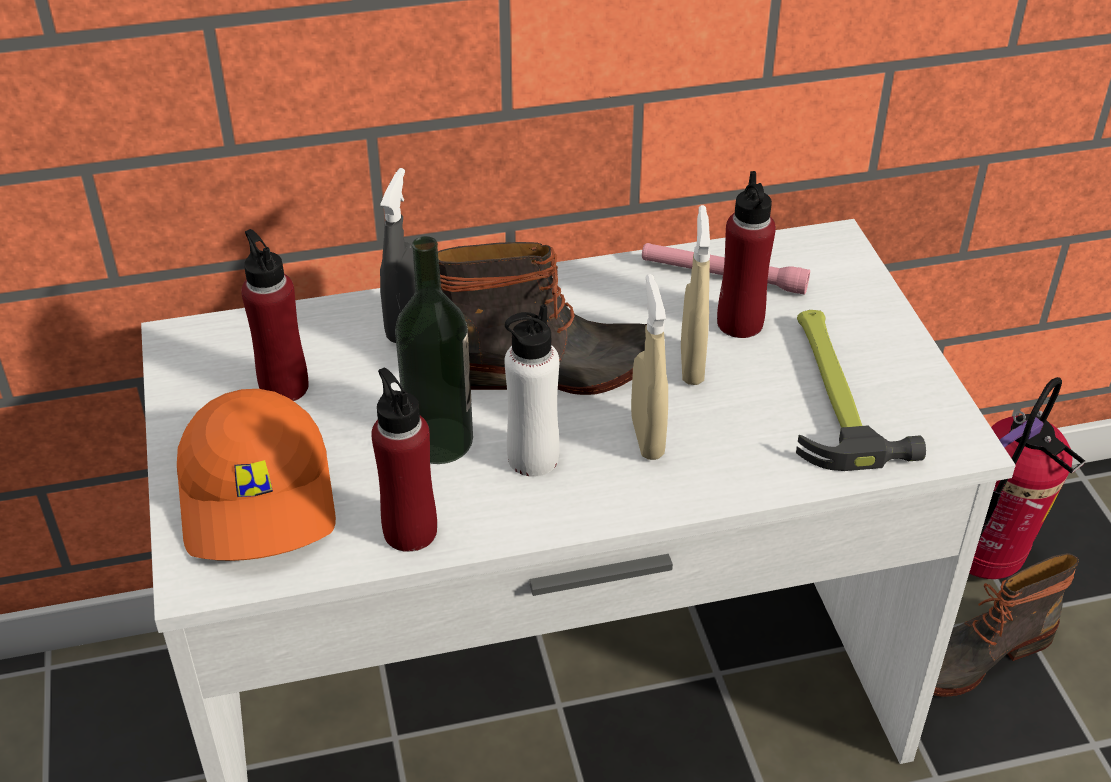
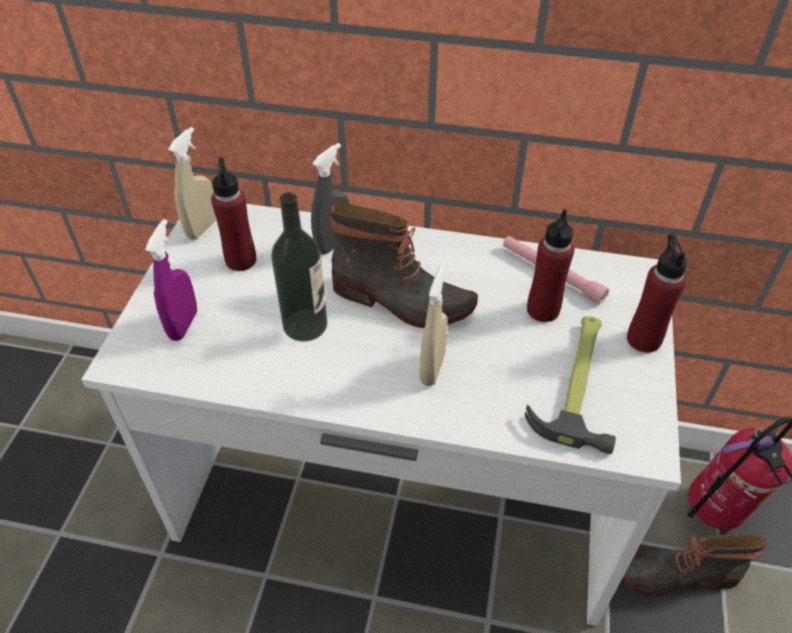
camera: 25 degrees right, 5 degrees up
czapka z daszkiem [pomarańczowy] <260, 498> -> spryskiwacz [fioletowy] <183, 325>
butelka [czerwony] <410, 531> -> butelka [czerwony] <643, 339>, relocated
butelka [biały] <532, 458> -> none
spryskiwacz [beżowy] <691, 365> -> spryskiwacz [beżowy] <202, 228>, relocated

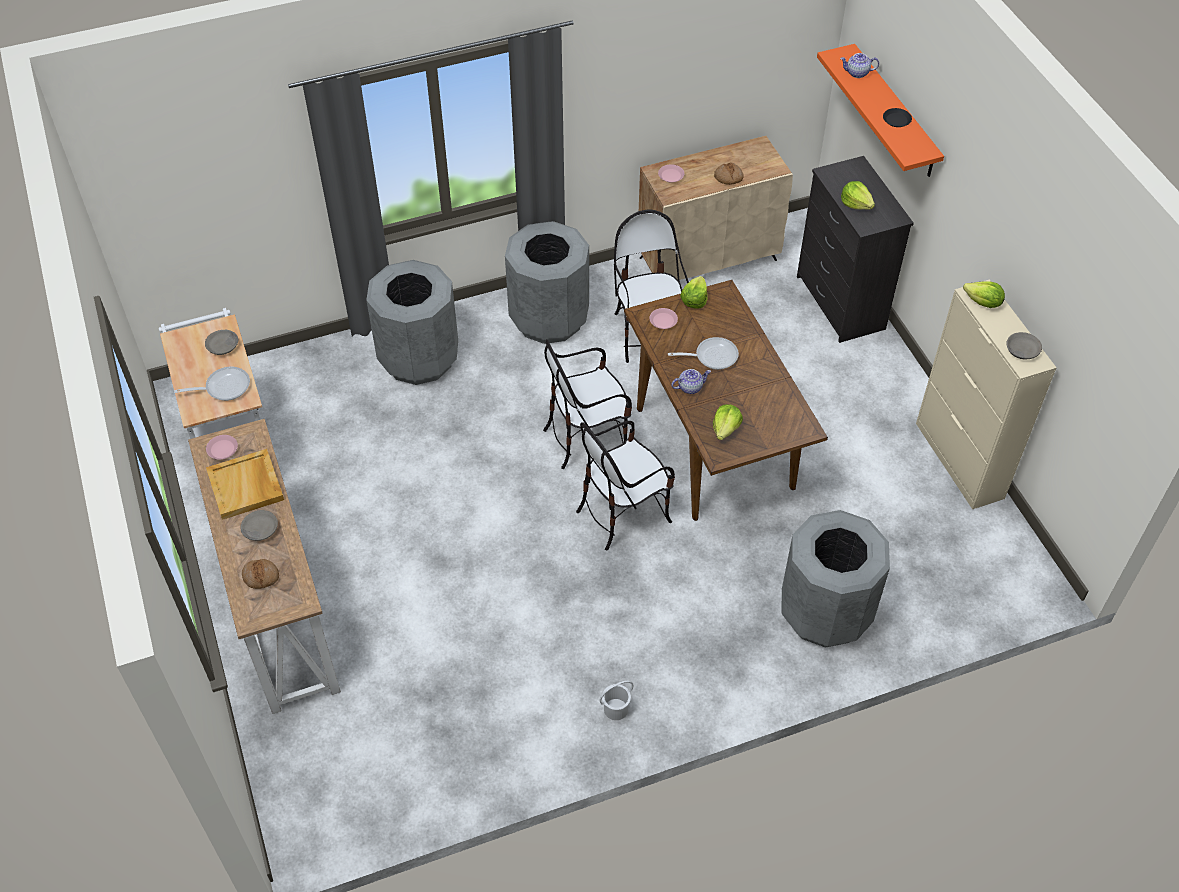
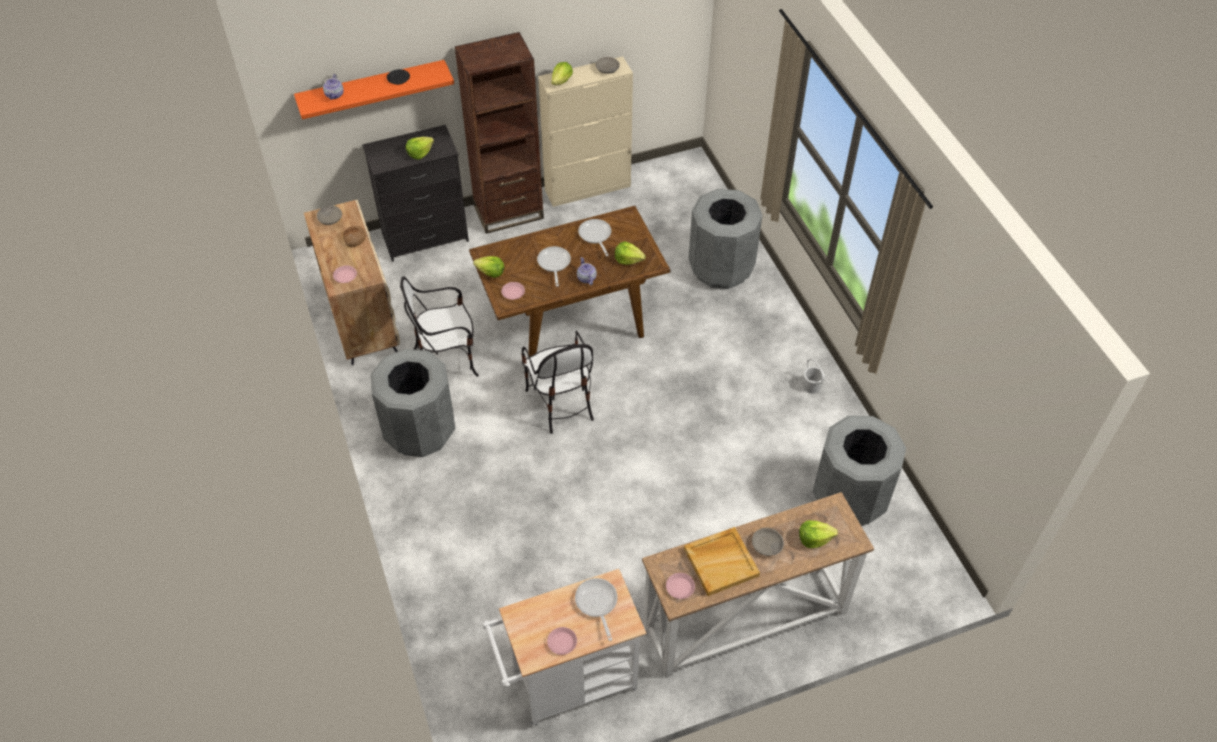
camera: 90 degrees left, 0 degrees up
miska [szary] <223, 346> -> miska [szary] <330, 218>, relocated
chleb <261, 576> -> sałata <814, 538>
kosz na śmieci [szary] <419, 358> -> kosz na śmieci [szary] <849, 498>, relocated
krzesło <623, 513> -> none
none -> regał [brązowy] <508, 212>
none -> talerz [różowy] <562, 642>
none -> patelnia <595, 236>

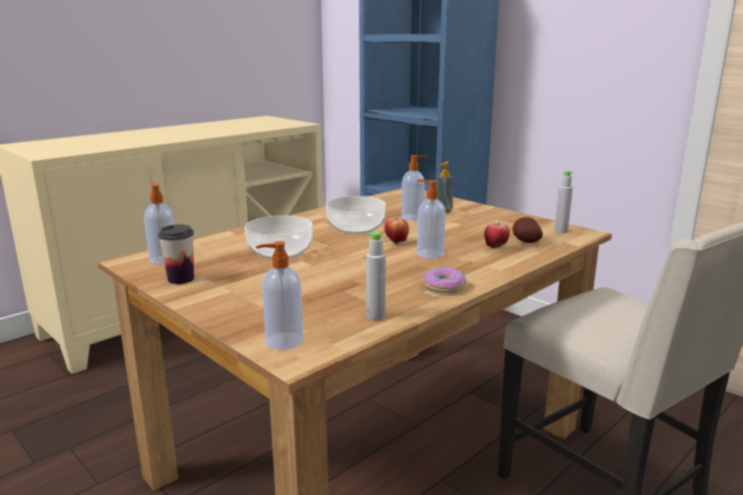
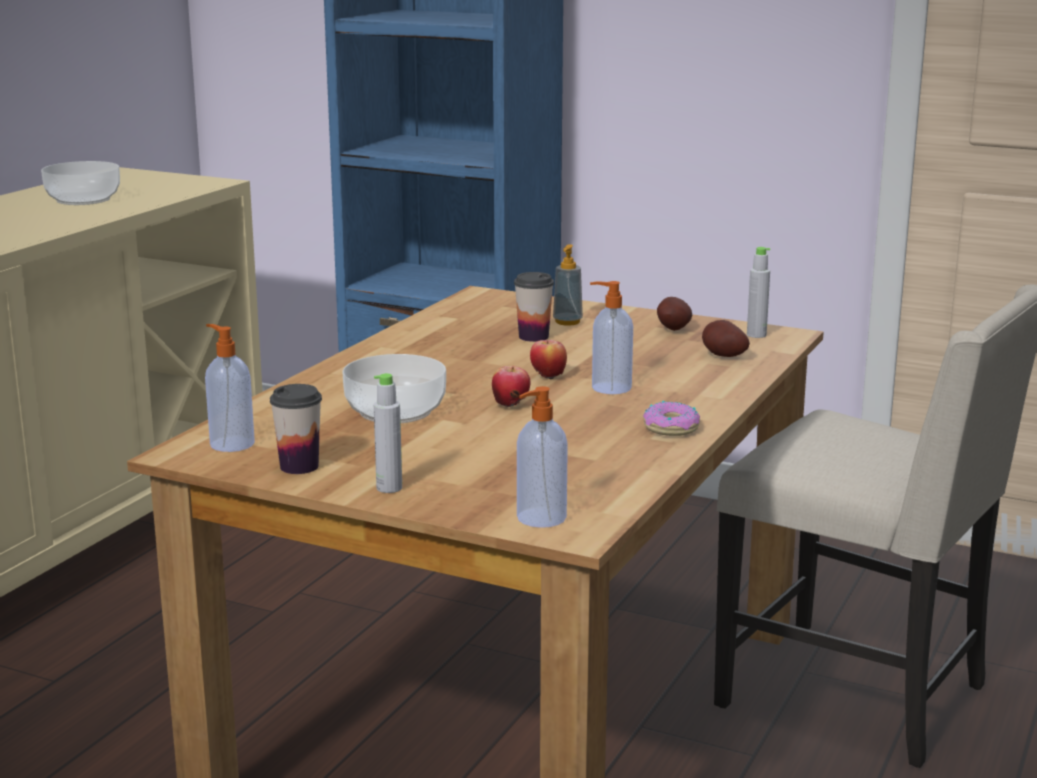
camera: 20 degrees left, 0 degrees up
miska <355, 228> -> miska <82, 199>, relocated
butelka [szary] <375, 316> -> butelka [szary] <389, 488>, relocated
dozownik mydła <413, 217> -> filiżanka <533, 337>
jabłko <495, 247> -> jabłko <511, 405>, relocated
none -> ziemniak <674, 329>

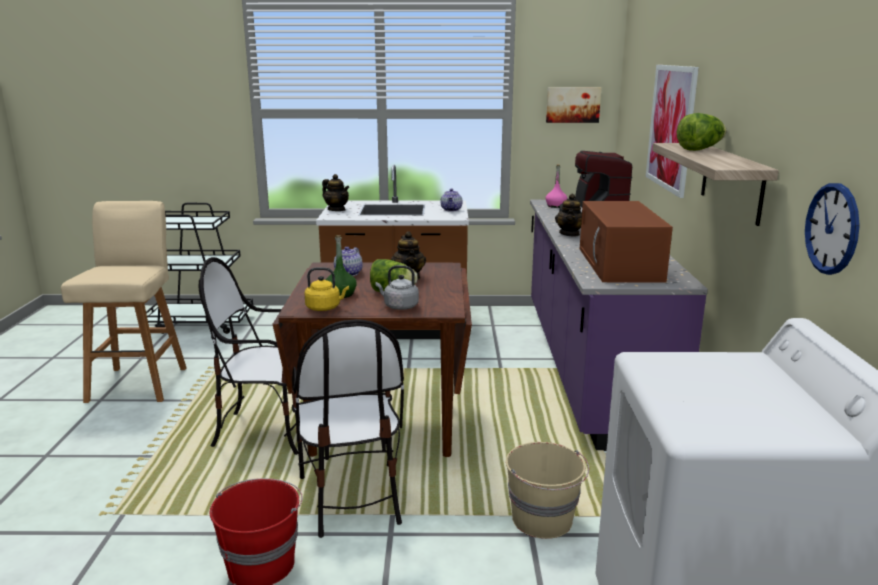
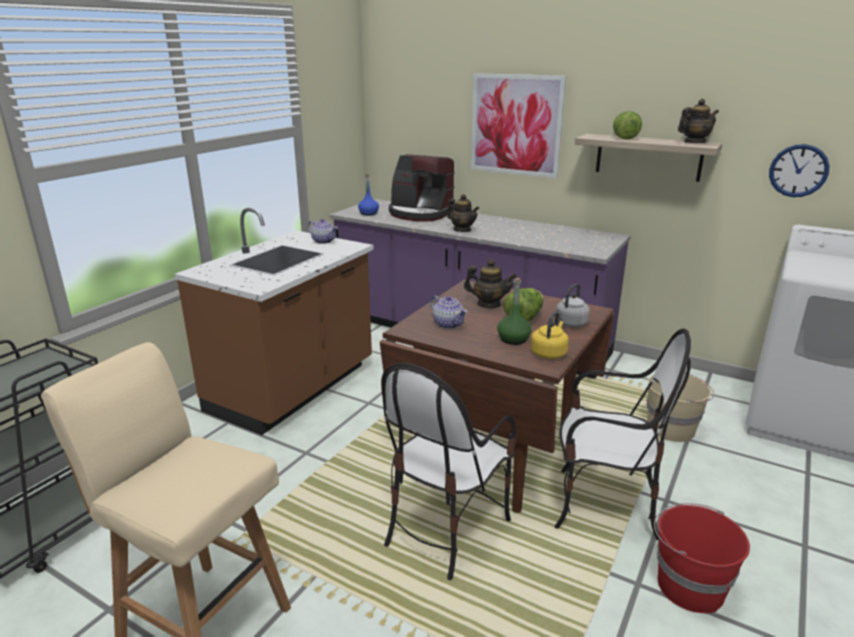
camera: 60 degrees left, 5 degrees up
imbryk <336, 210> -> imbryk <694, 142>, relocated
obraz <572, 104> -> none
butelka [różowy] <556, 206> -> butelka [niebieski] <368, 213>
mikrofalówka [brązowy] <620, 265> -> none

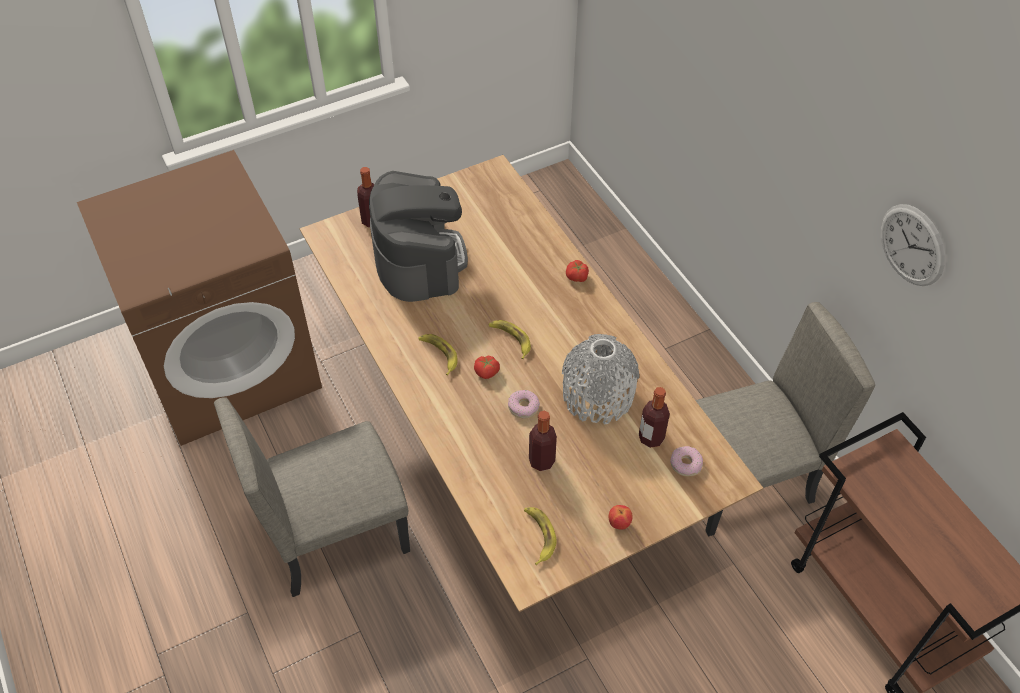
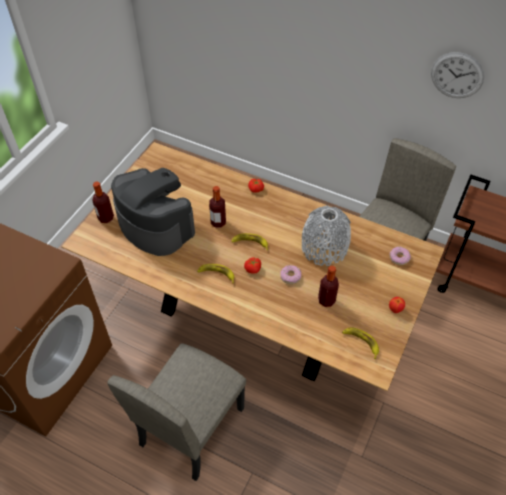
camera: 35 degrees left, 0 degrees up
butelka <651, 438> -> butelka <218, 222>, relocated

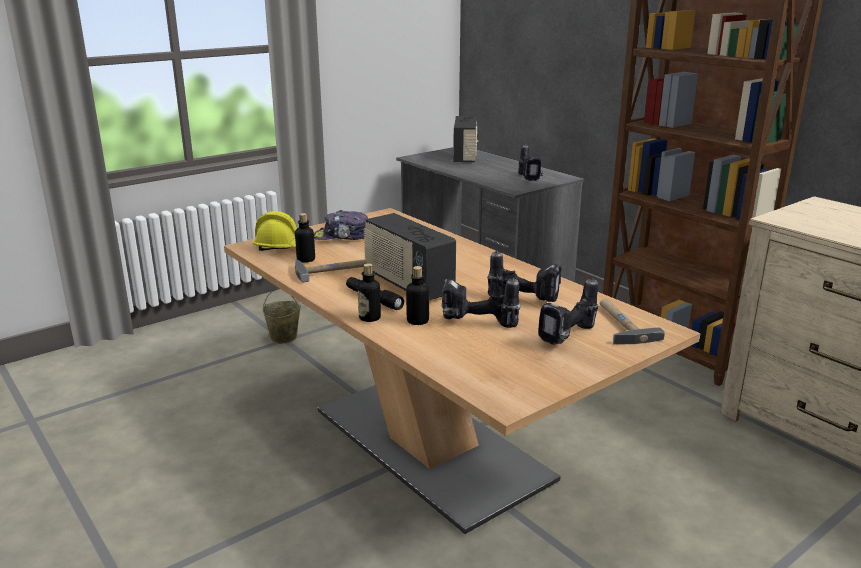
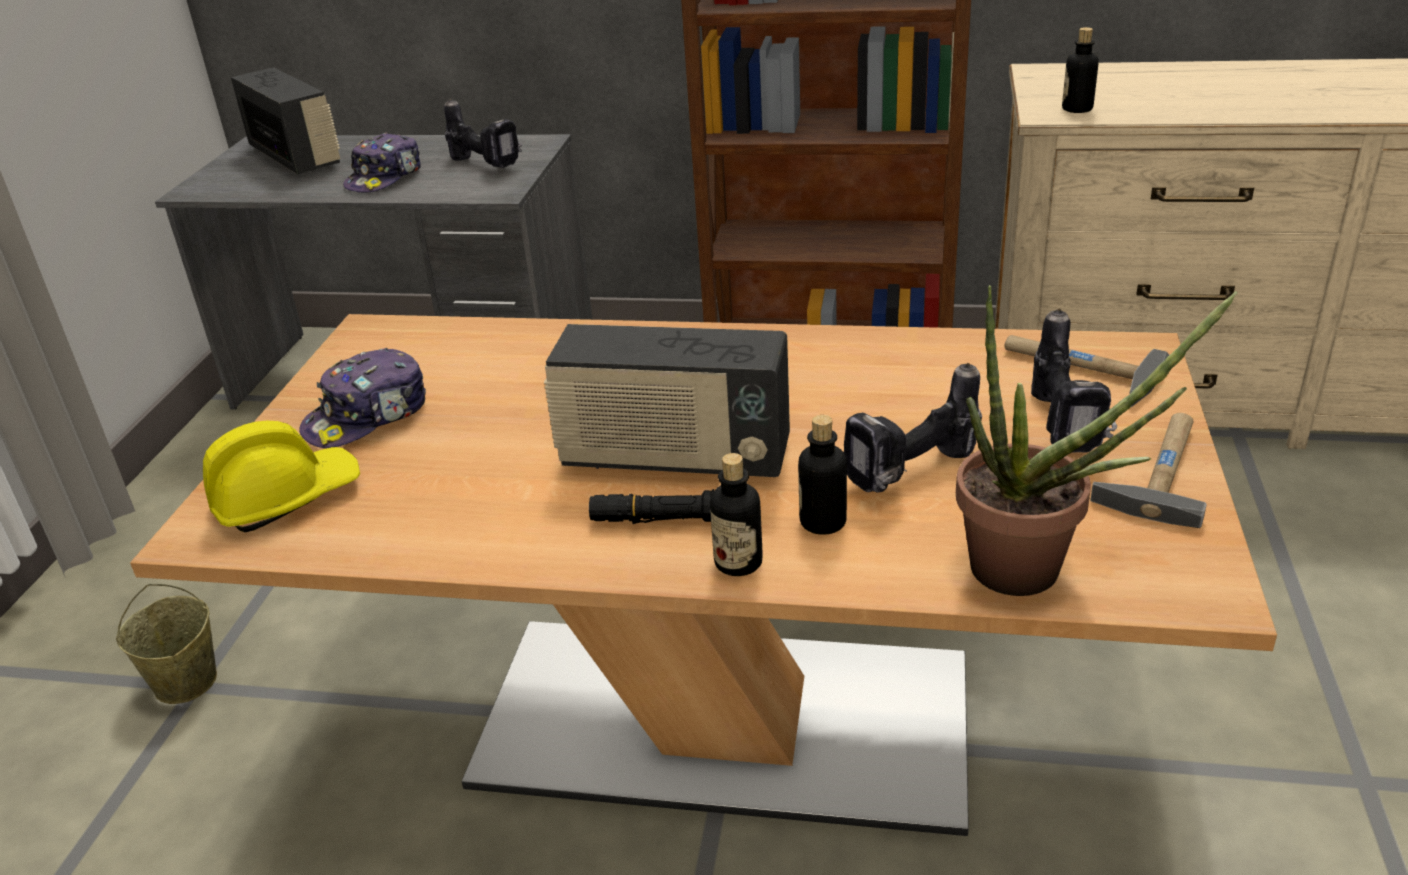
camera: 40 degrees left, 10 degrees up
butelka <306, 259> -> butelka <1077, 109>, relocated
młotek <332, 270> -> młotek <1159, 470>, relocated
wiertarka <525, 299> -> none
none -> czapka z daszkiem <385, 178>
none -> roślina doniczkowa <1035, 572>

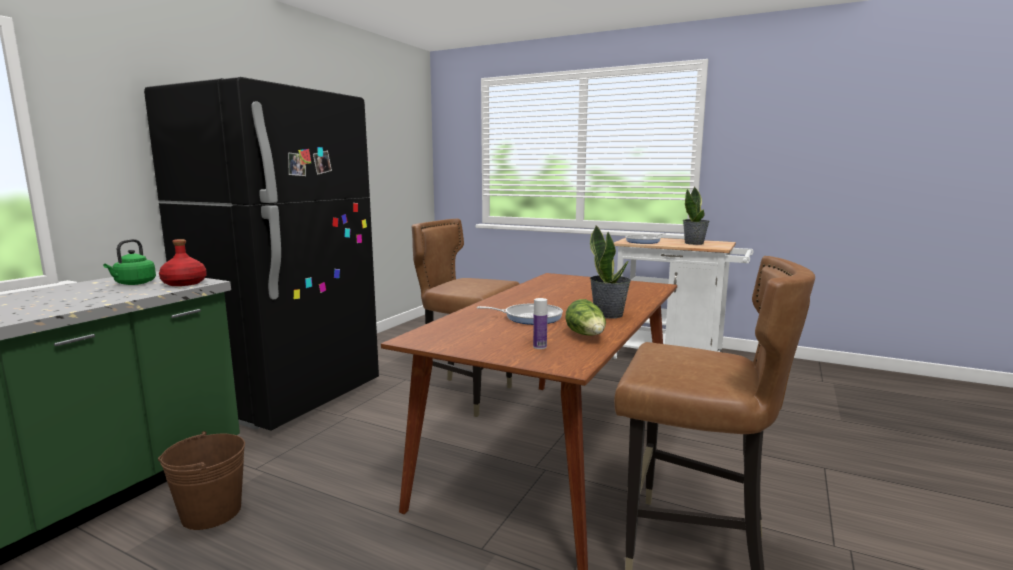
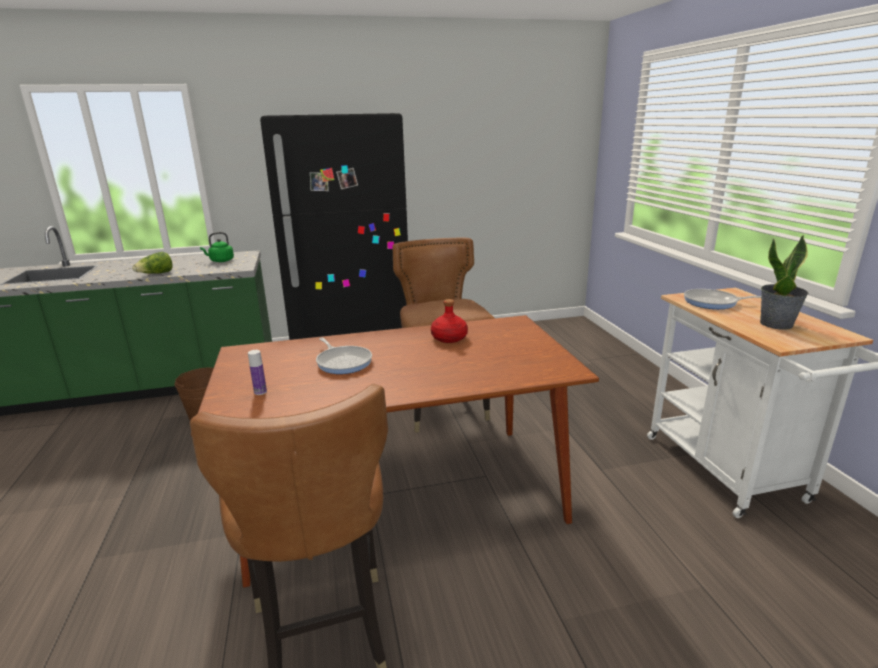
camera: 50 degrees right, 10 degrees up
butelka [czerwony] <185, 283> -> butelka [czerwony] <449, 338>, relocated
sałata <587, 336> -> sałata <156, 274>, relocated
roślina doniczkowa <608, 314> -> none

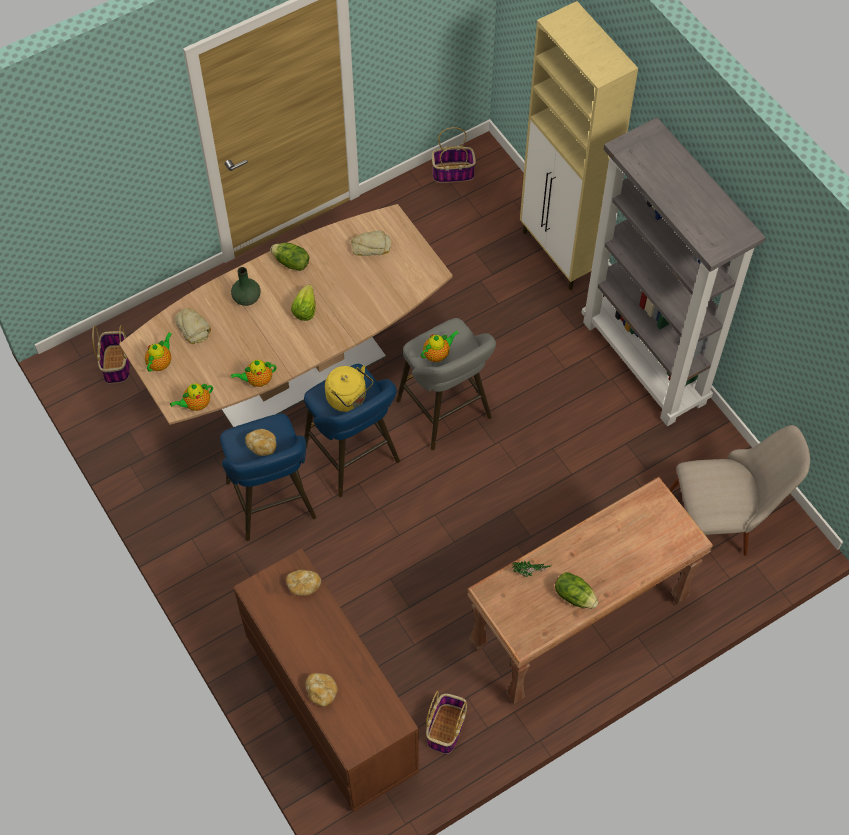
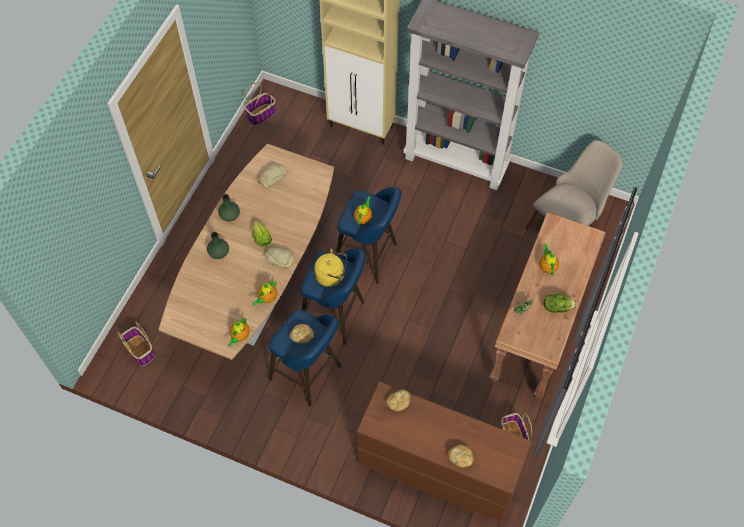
camera: 35 degrees left, 0 degrees up
imbryk <161, 362> -> imbryk <547, 266>, relocated
chleb <193, 328> -> chleb <280, 258>, relocated
sałata <291, 263> -> wazon [zielony] <230, 215>
stołek [szary] <447, 413> -> stołek [niebieski] <369, 256>

